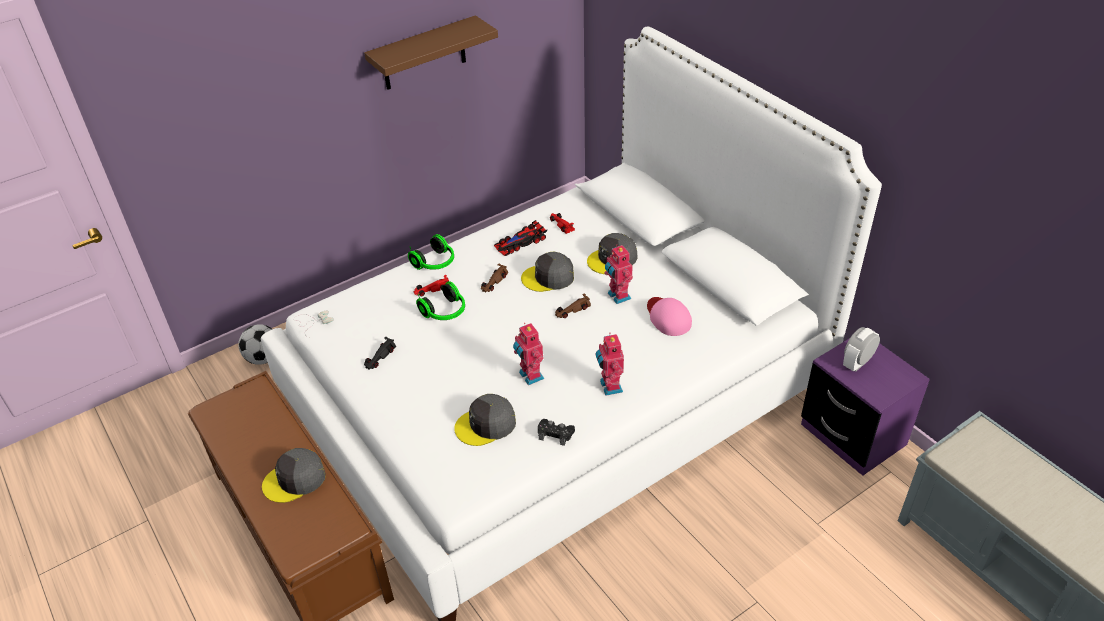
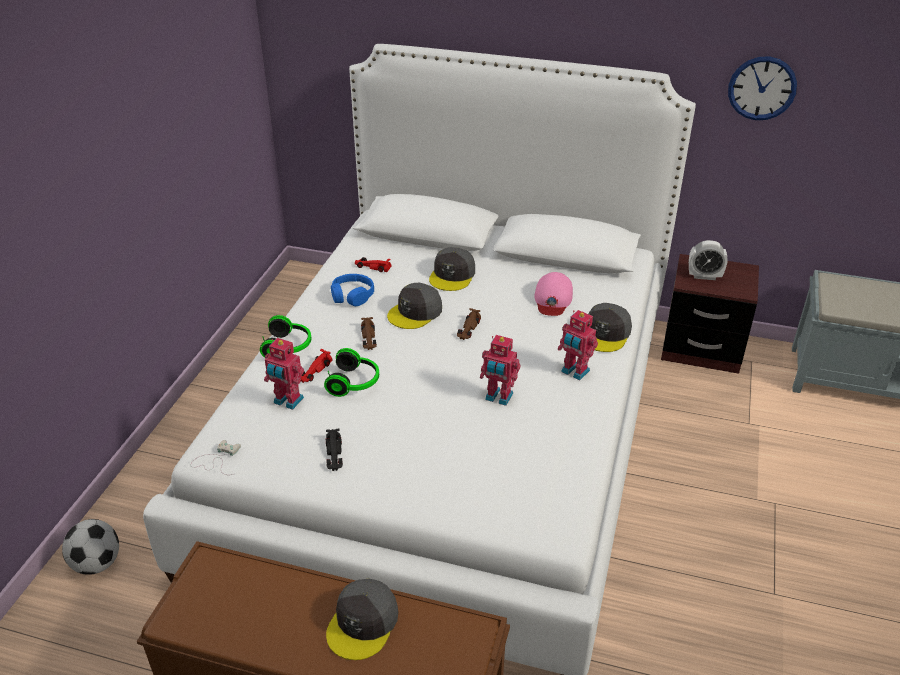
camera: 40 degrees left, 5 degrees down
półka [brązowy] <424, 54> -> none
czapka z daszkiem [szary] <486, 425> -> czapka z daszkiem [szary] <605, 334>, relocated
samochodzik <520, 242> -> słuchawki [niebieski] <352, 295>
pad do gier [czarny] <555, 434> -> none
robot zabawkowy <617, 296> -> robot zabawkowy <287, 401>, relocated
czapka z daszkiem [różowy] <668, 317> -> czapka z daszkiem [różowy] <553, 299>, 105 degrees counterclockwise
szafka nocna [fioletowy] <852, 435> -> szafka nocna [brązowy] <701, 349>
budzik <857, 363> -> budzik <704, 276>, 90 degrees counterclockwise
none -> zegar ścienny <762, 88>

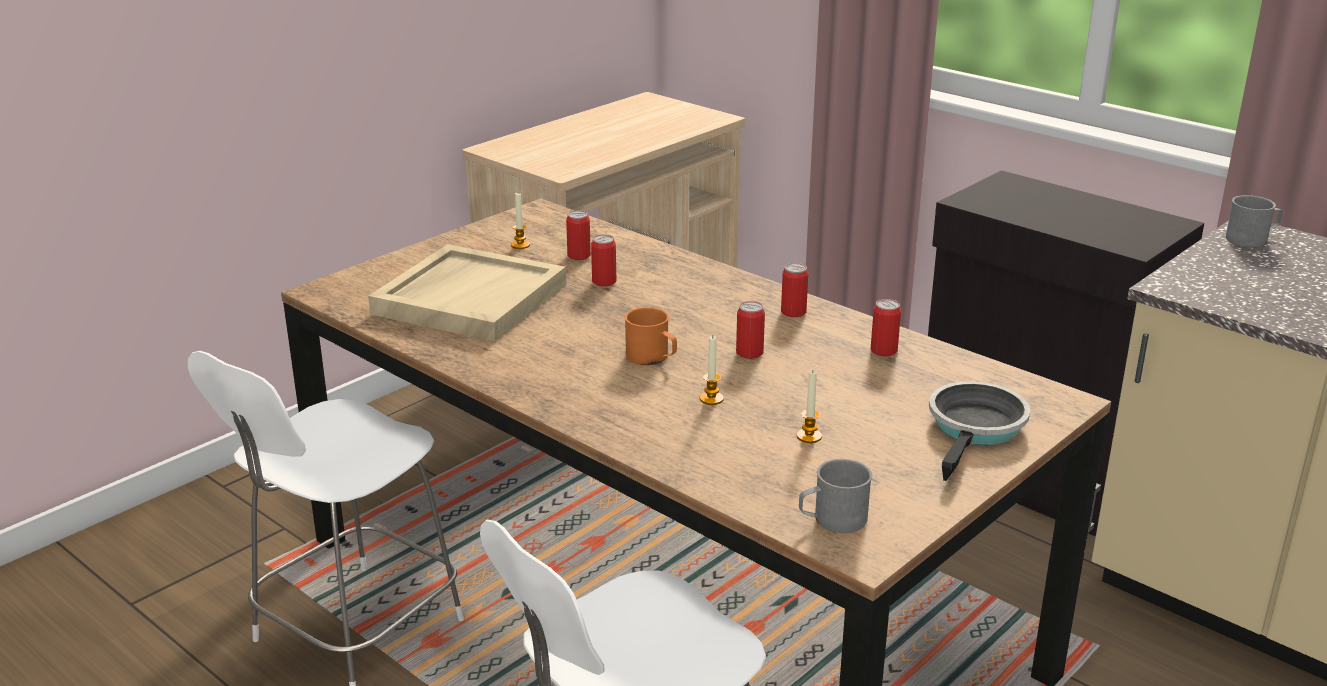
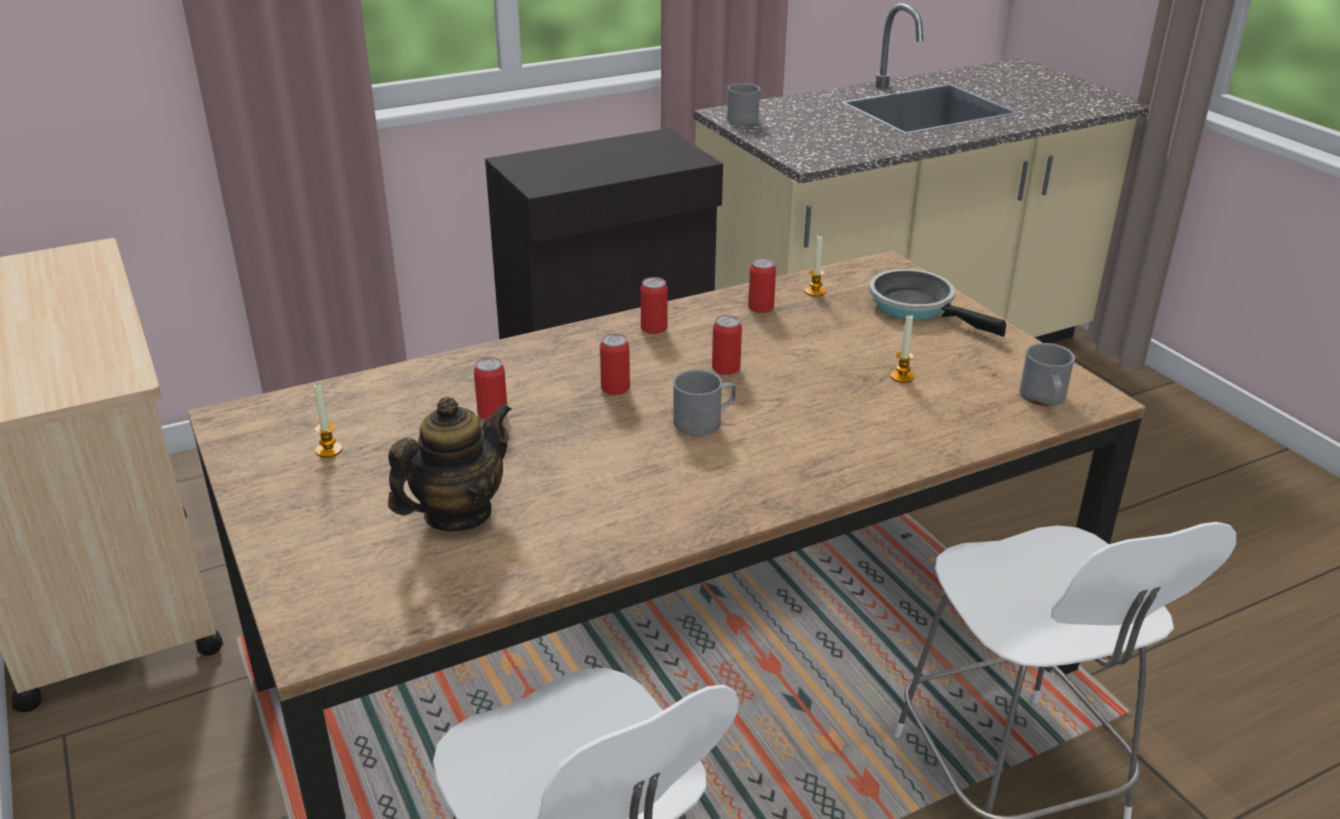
camera: 70 degrees left, 5 degrees up
taca [beżowy] <470, 298> -> imbryk <457, 513>
puszka <579, 256> -> puszka <615, 388>, relocated
kubek [pomarańczowy] <652, 358> -> kubek [szary] <704, 421>
świeca <711, 399> -> świeca <815, 292>, relocated

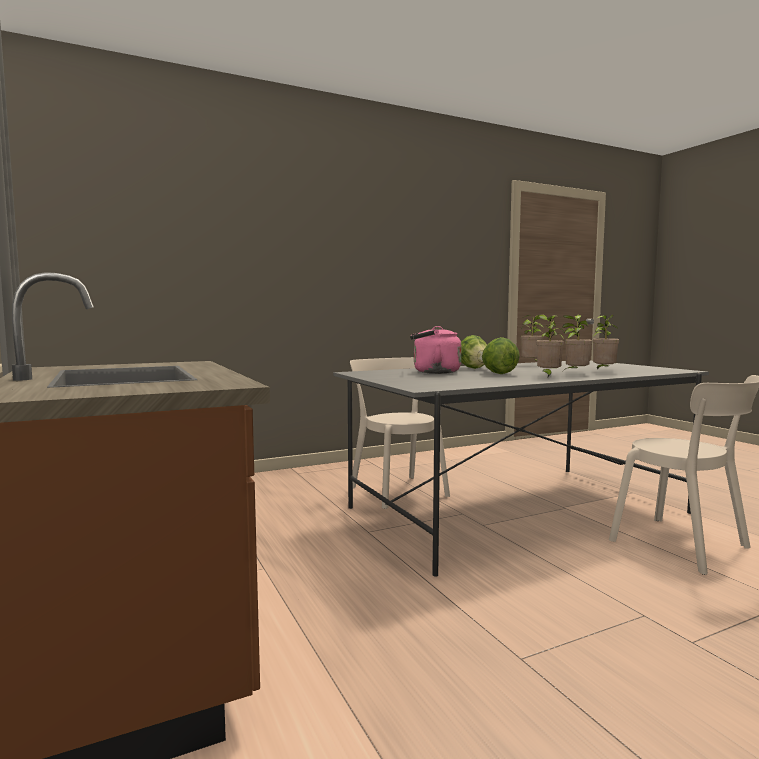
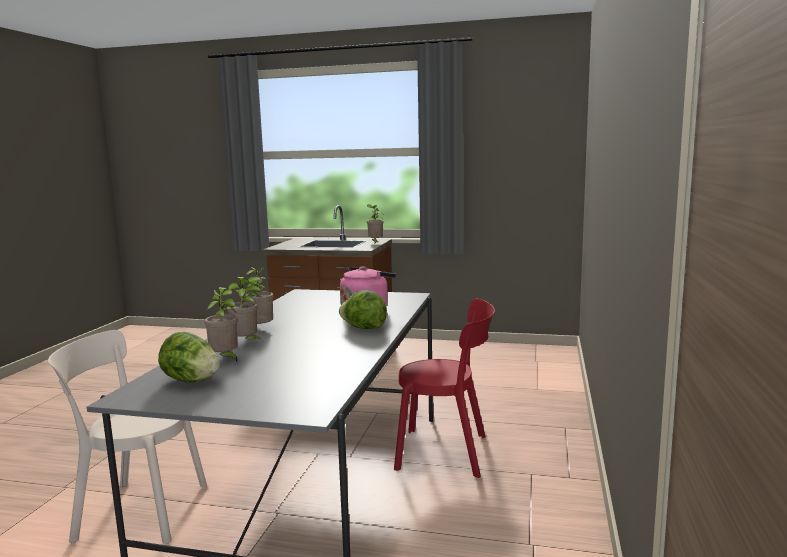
camera: 130 degrees right, 5 degrees up
krzesło [beżowy] <396, 490> -> krzesło [czerwony] <447, 453>
sałata <498, 373> -> sałata <191, 381>, relocated
roślina doniczkowa <532, 364> -> roślina doniczkowa <375, 243>, relocated

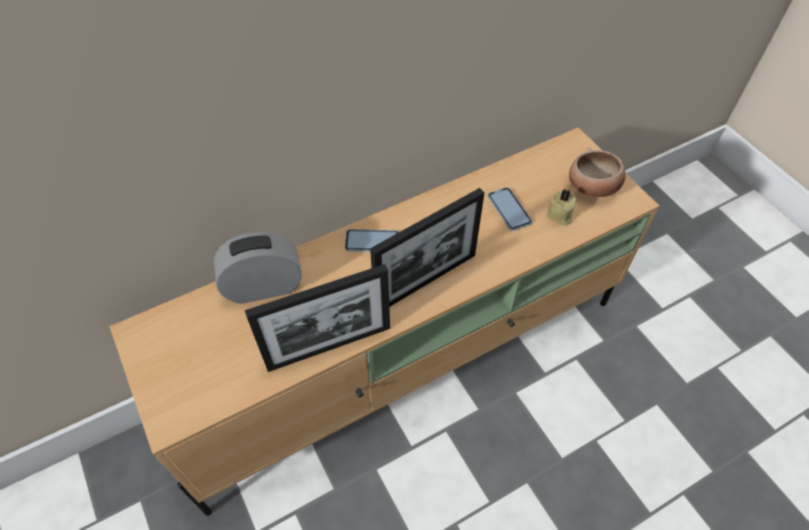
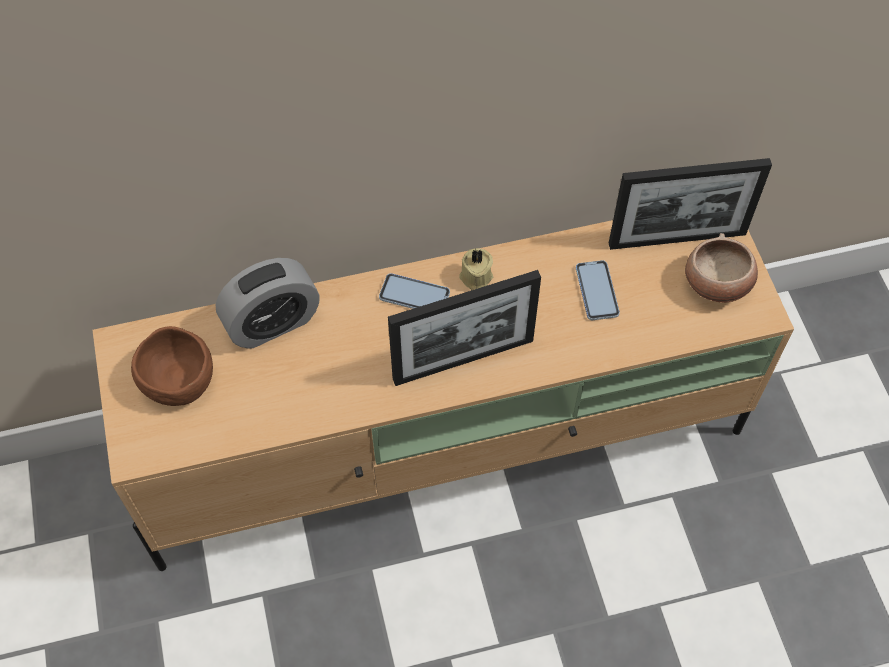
camera: 15 degrees right, 5 degrees up
budzik <263, 287> -> budzik <272, 323>, 150 degrees clockwise
ramka na zdjęcie <329, 346> -> ramka na zdjęcie <677, 239>, relocated
świeca [beżowy] <559, 216> -> świeca [beżowy] <476, 279>, relocated
none -> miska [brązowy] <178, 381>

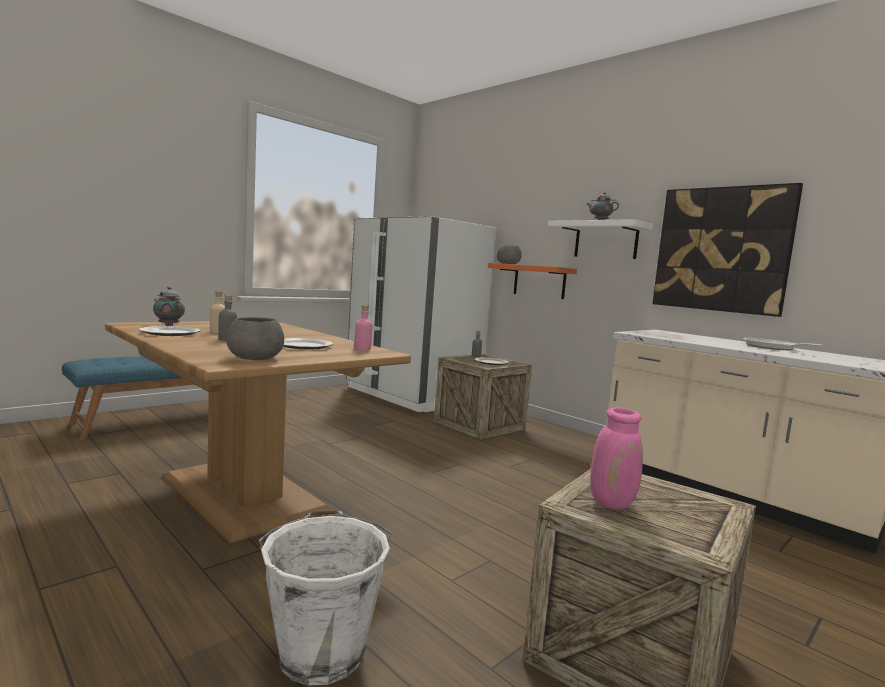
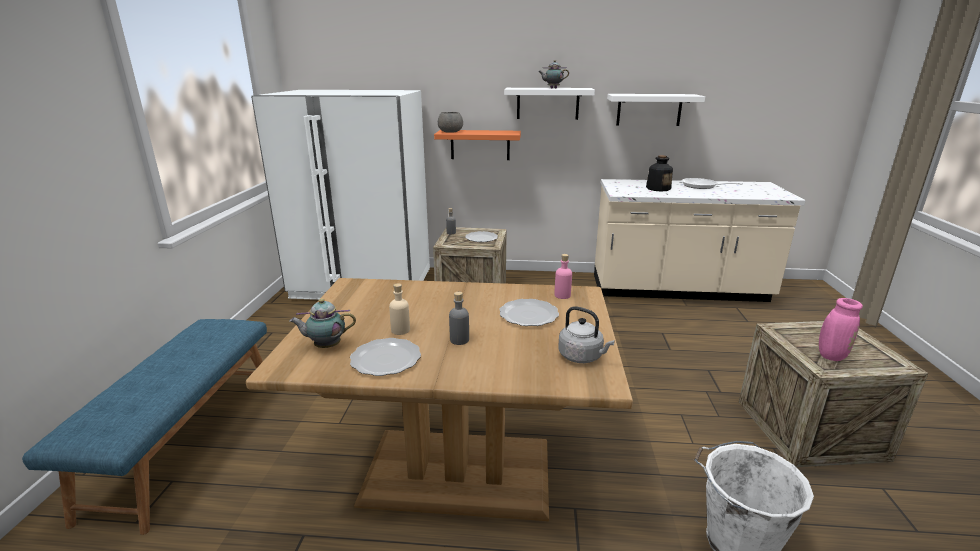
camera: 40 degrees left, 15 degrees up
miska [szary] <256, 358> -> czajnik [szary] <582, 357>
obraz <722, 249> -> półka [biały] <649, 109>
none -> butelka <658, 188>

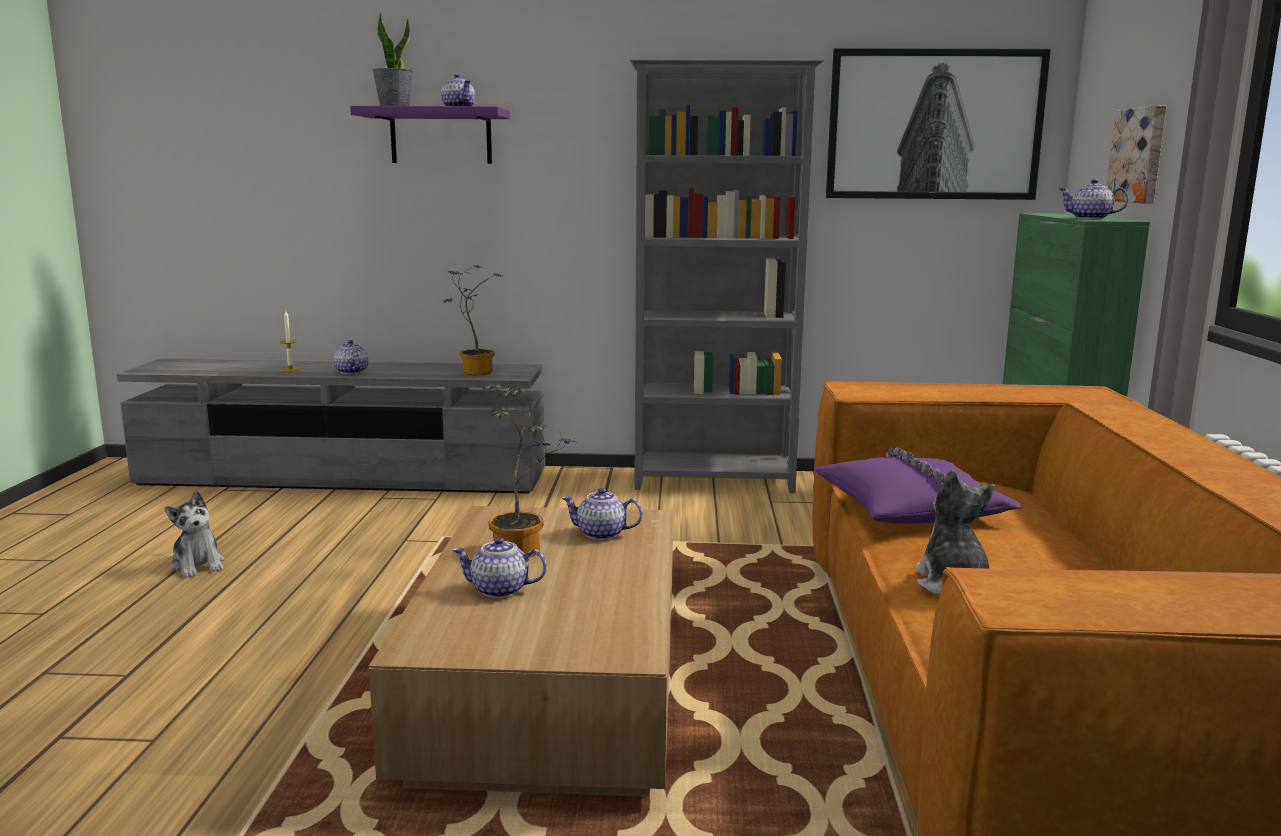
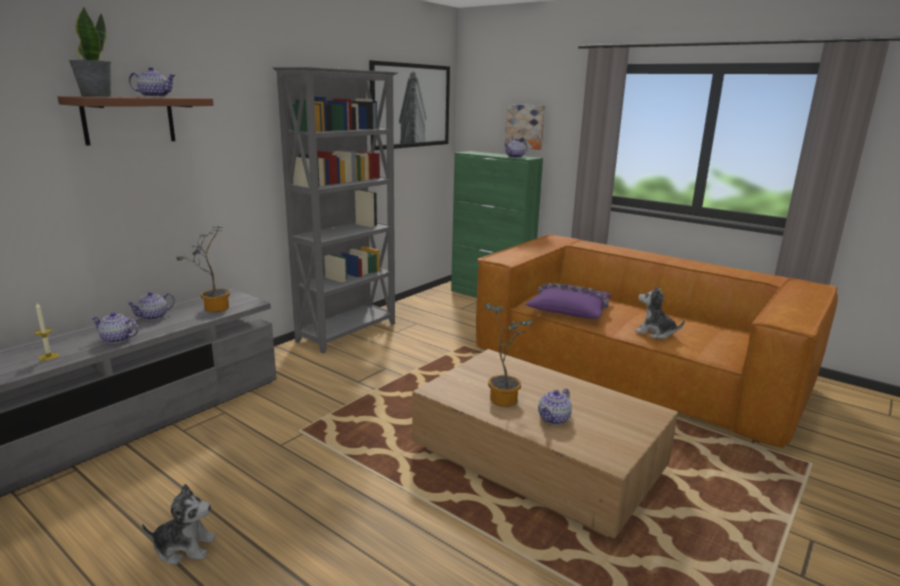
camera: 55 degrees left, 5 degrees up
półka [fioletowy] <441, 136> -> półka [brązowy] <129, 120>
imbryk <602, 534> -> imbryk <154, 317>, relocated

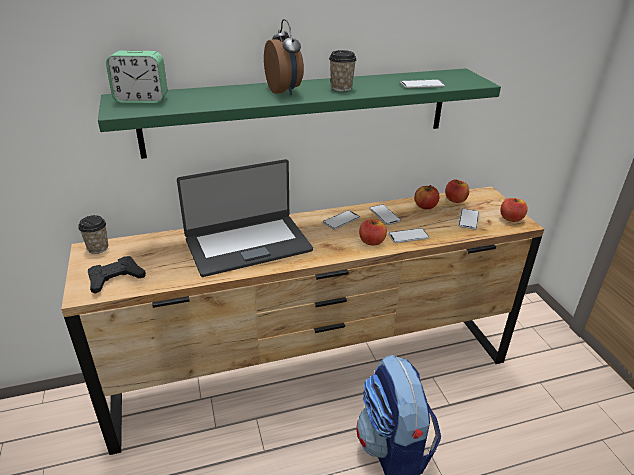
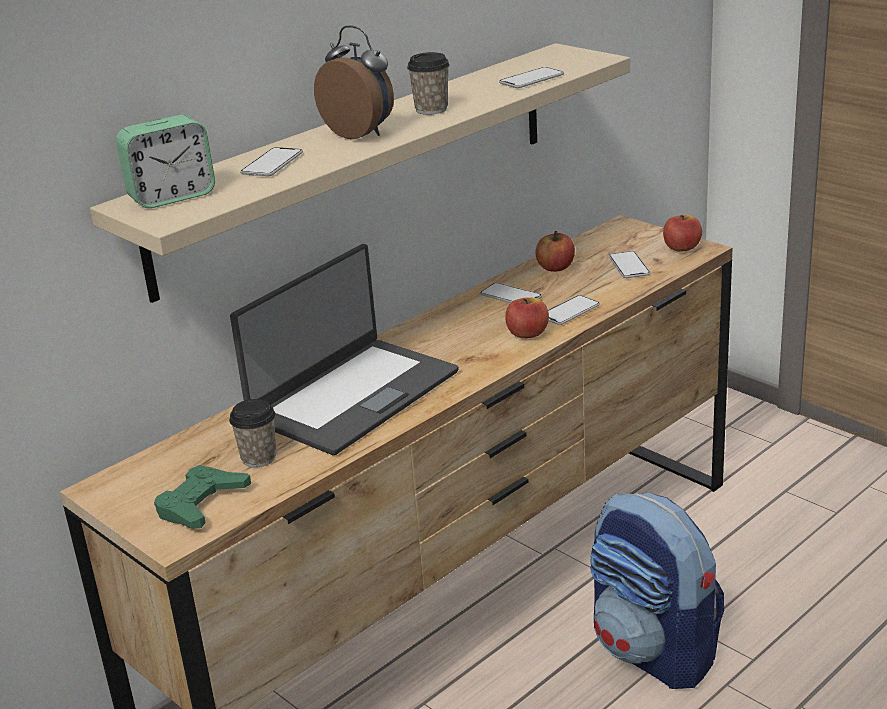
camera: 25 degrees left, 5 degrees down
filiżanka <98, 248> -> filiżanka <259, 458>, relocated
pad do gier [czarny] <115, 278> -> pad do gier [zielony] <201, 504>
półka [zielony] <300, 111> -> półka [beżowy] <359, 164>
telefon <341, 220> -> telefon <272, 163>, relocated
jabłko <455, 200> -> none

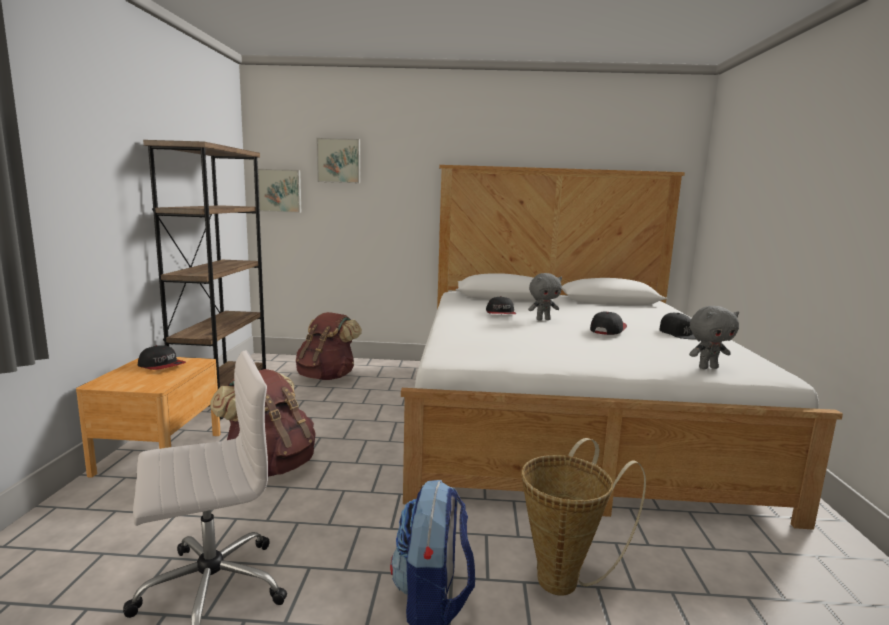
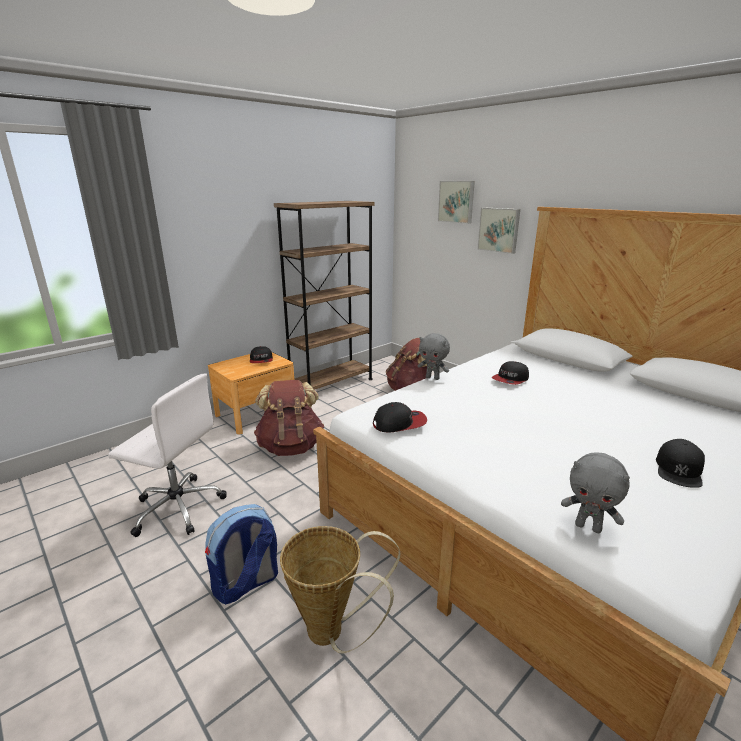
camera: 45 degrees right, 10 degrees up
obraz <280, 190> -> obraz <499, 230>, relocated
pluszak [szary] <543, 319> -> pluszak [szary] <433, 378>, relocated
czapka z daszkiem <607, 329> -> czapka z daszkiem <400, 423>, relocated

